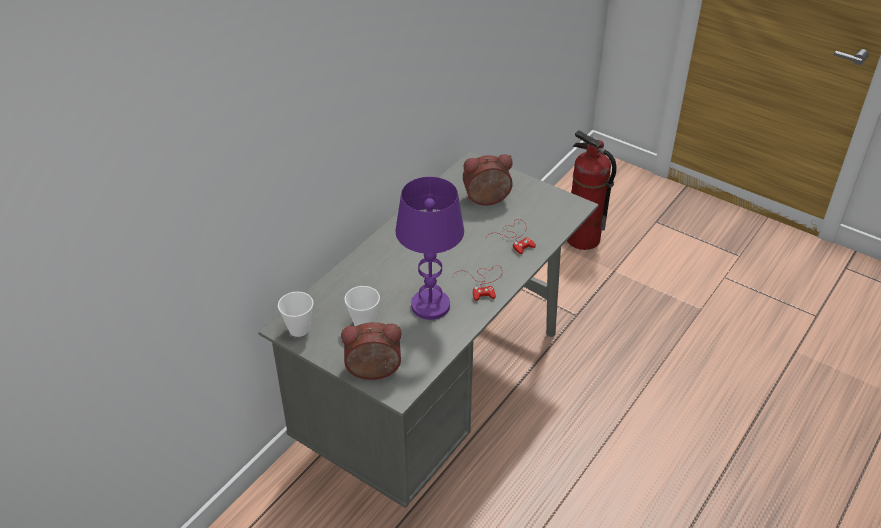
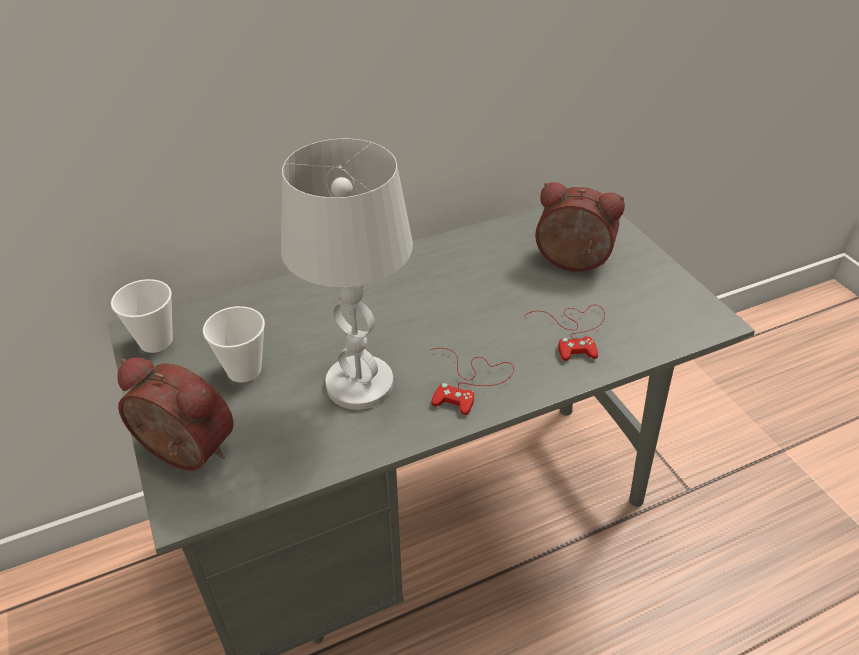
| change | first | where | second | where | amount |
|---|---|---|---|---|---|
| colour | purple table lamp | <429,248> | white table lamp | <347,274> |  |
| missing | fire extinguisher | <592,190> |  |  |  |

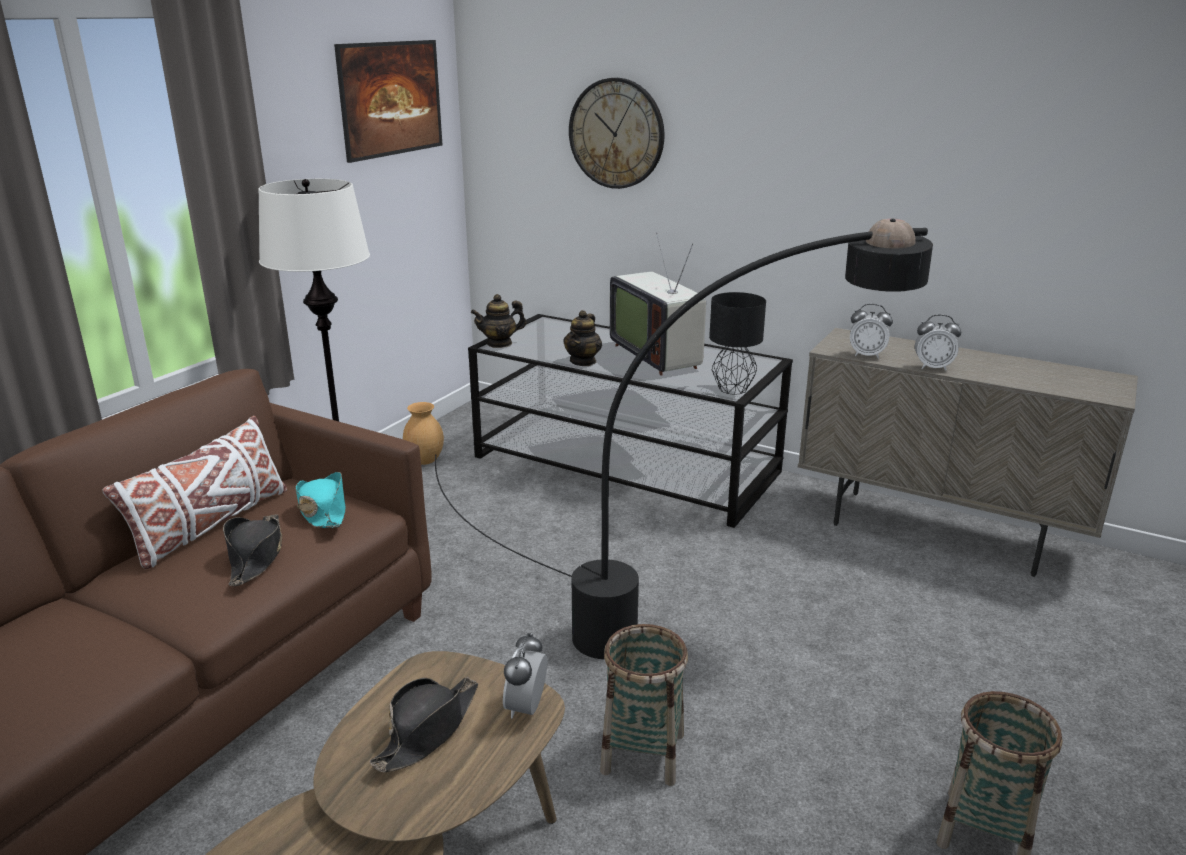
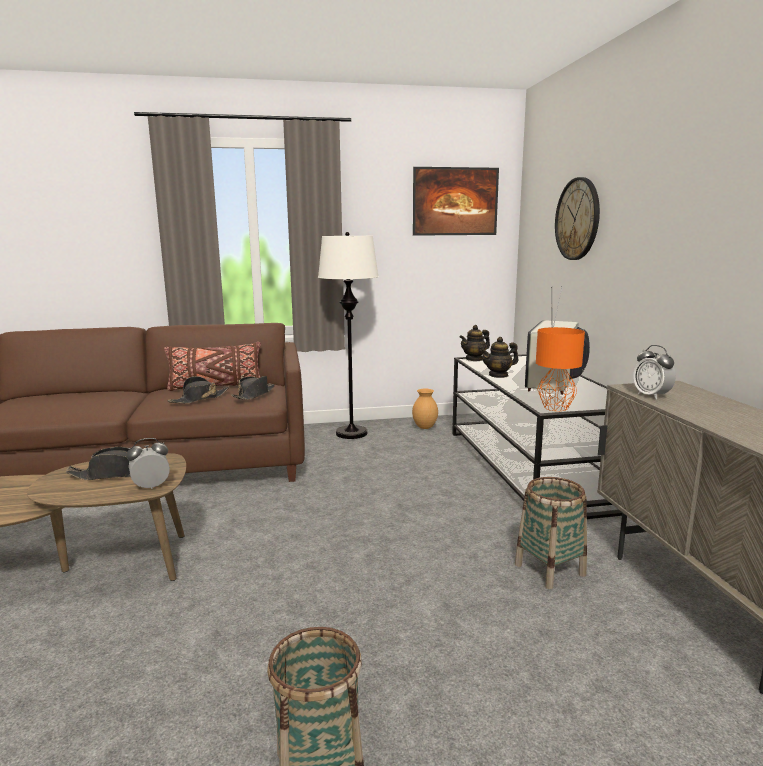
| change | first | where | second | where | amount |
|---|---|---|---|---|---|
| colour | white pillow | <194,492> | brown pillow | <212,366> |  |
| colour | turquoise hat | <320,500> | black hat | <253,388> |  |
| missing | black floor lamp | <684,438> |  |  |  |
| spun | teapot | <498,321> |  | <475,343> | 60 degrees counterclockwise |
| relocated | basket | <644,705> |  | <551,533> |  |
| colour | black table lamp | <737,343> | orange table lamp | <560,369> |  |
| missing | alarm clock | <938,342> |  |  |  |

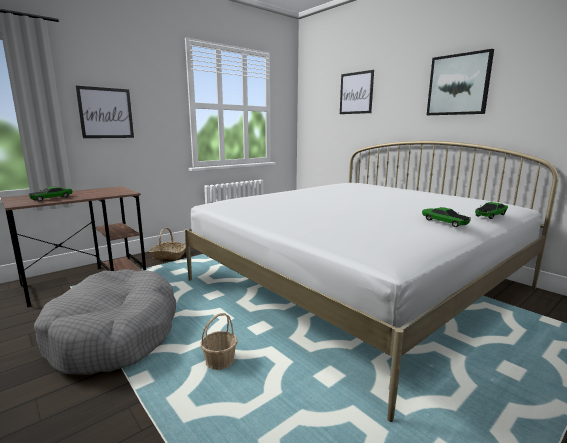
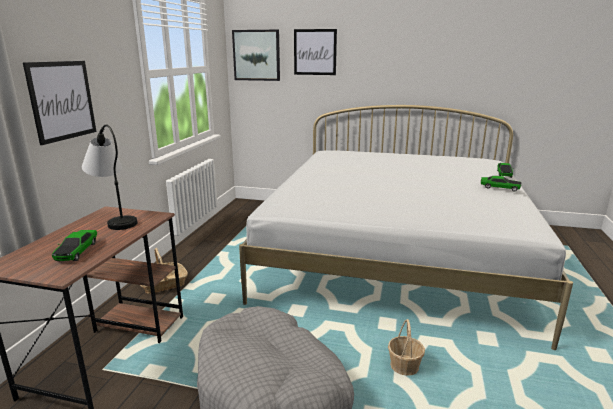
| change | first | where | second | where | amount |
|---|---|---|---|---|---|
| relocated | picture | <460,82> |  | <256,55> |  |
| appeared |  |  | table lamp | <109,177> |  |

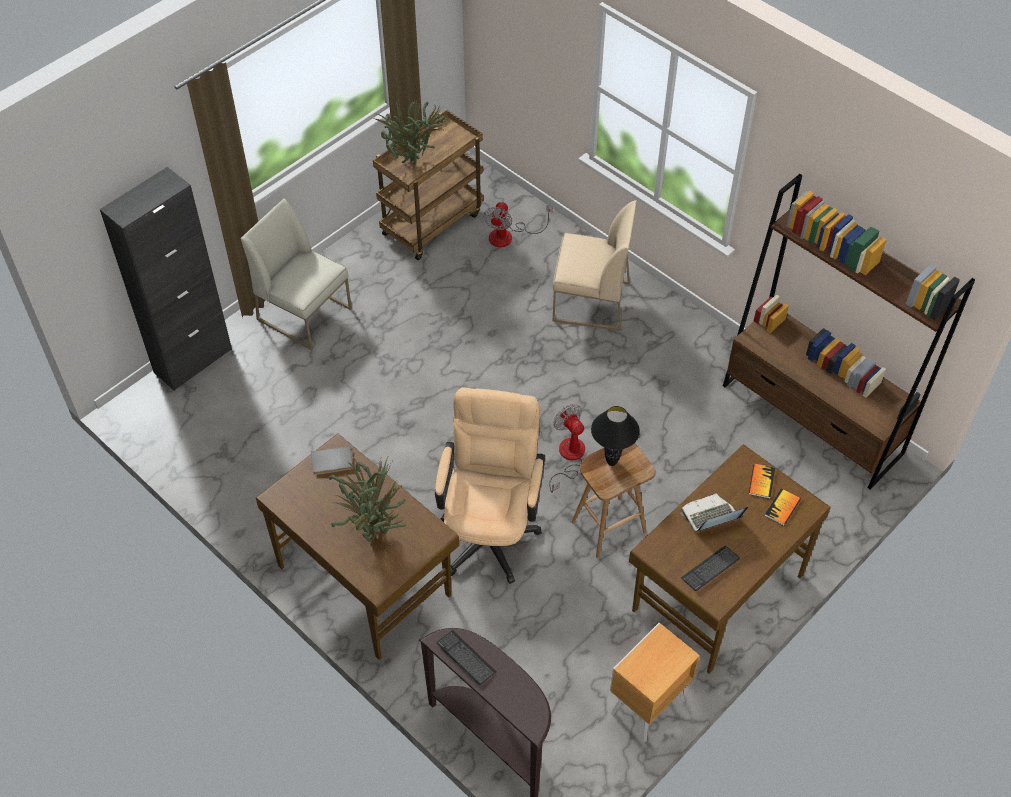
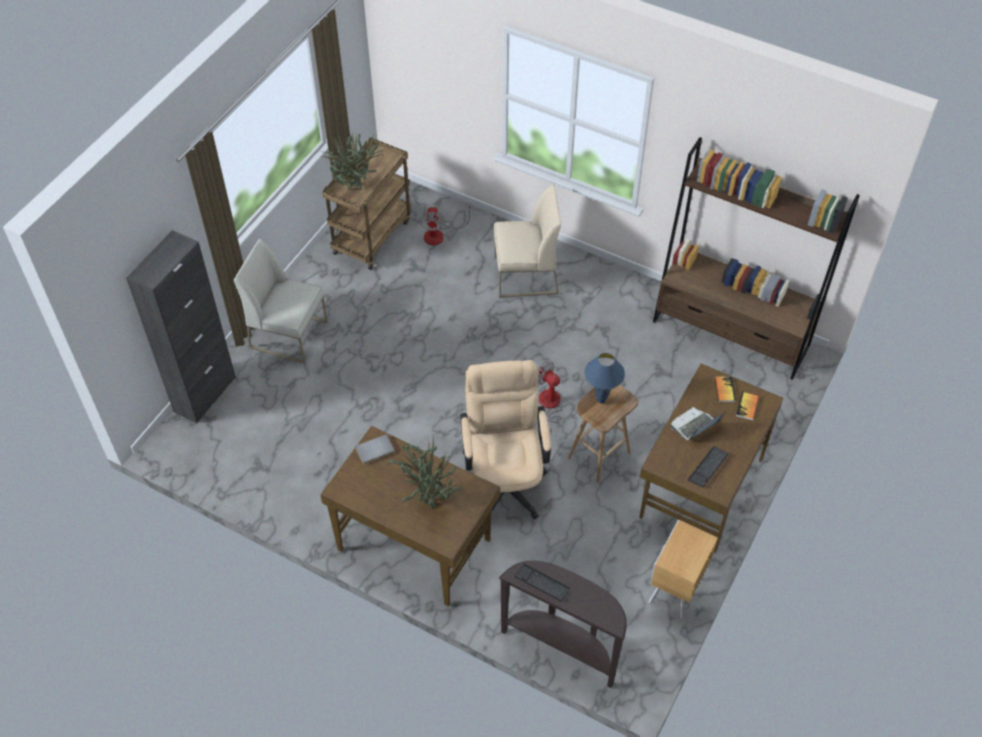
| change | first | where | second | where | amount |
|---|---|---|---|---|---|
| colour | black table lamp | <615,436> | blue table lamp | <605,378> |  |

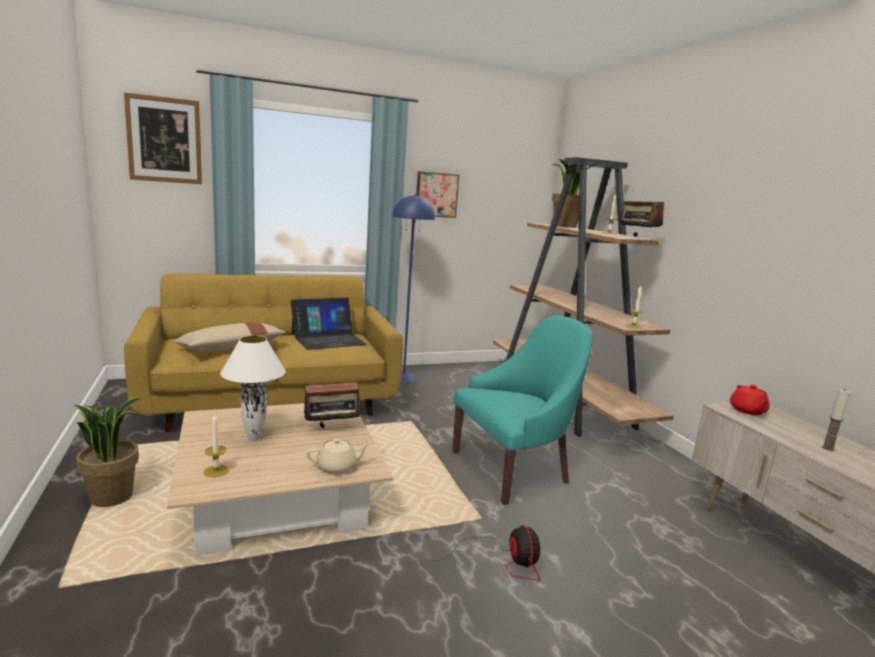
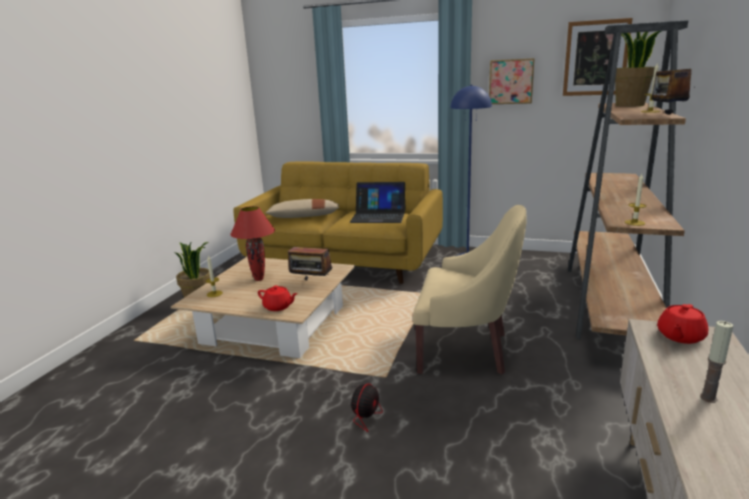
| change | first | where | second | where | amount |
|---|---|---|---|---|---|
| relocated | picture | <163,138> |  | <598,57> |  |
| colour | white table lamp | <253,388> | red table lamp | <253,243> |  |
| colour | beige teapot | <338,456> | red teapot | <278,298> |  |
| colour | turquoise armchair | <522,410> | beige armchair | <470,289> |  |

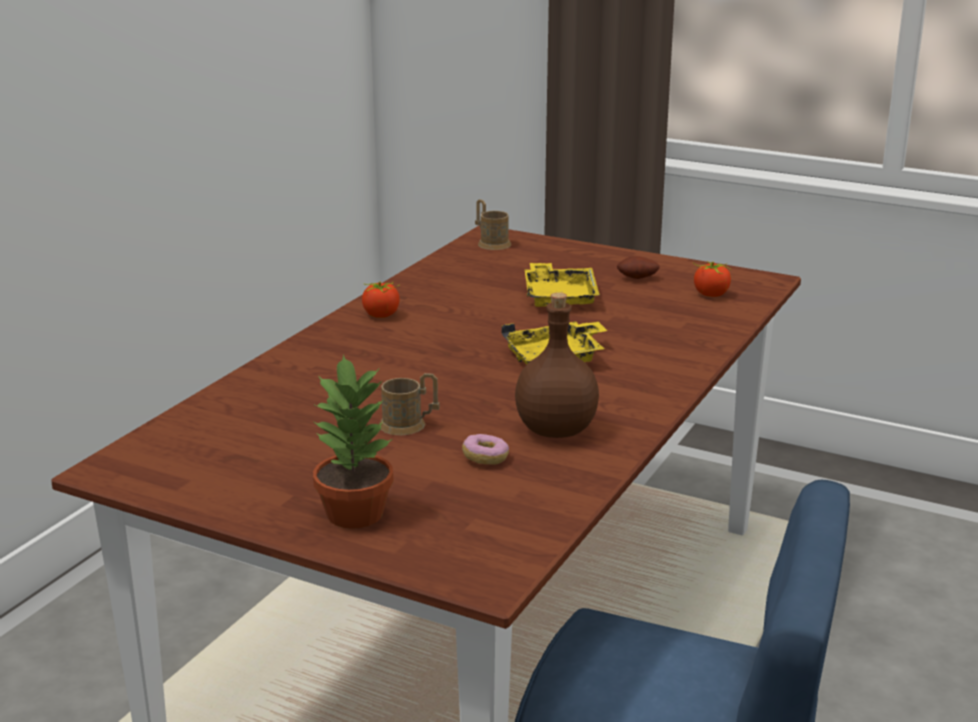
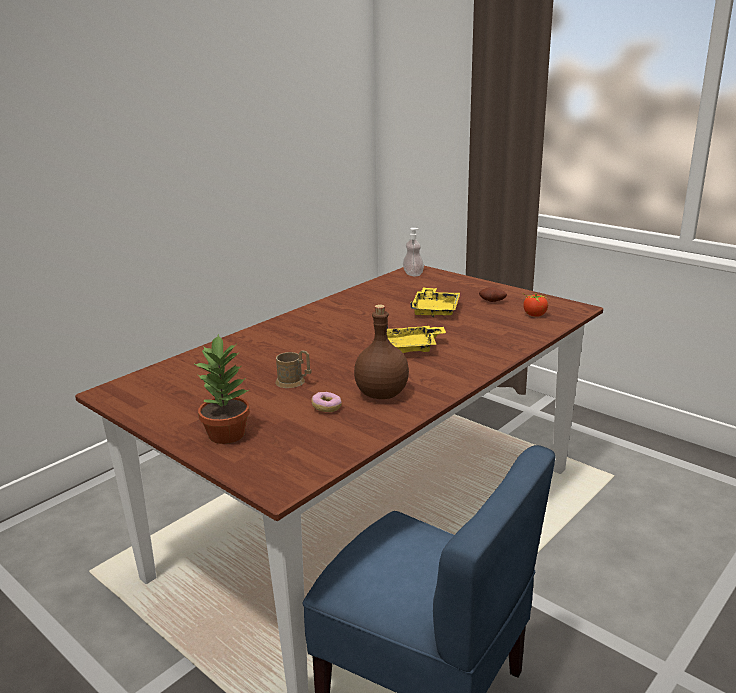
| change | first | where | second | where | amount |
|---|---|---|---|---|---|
| missing | tomato | <381,300> |  |  |  |
| exchanged | brown mug | <493,224> | soap dispenser | <413,252> |  |

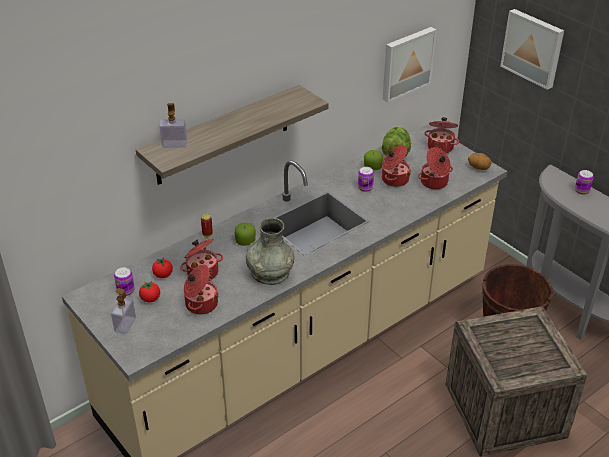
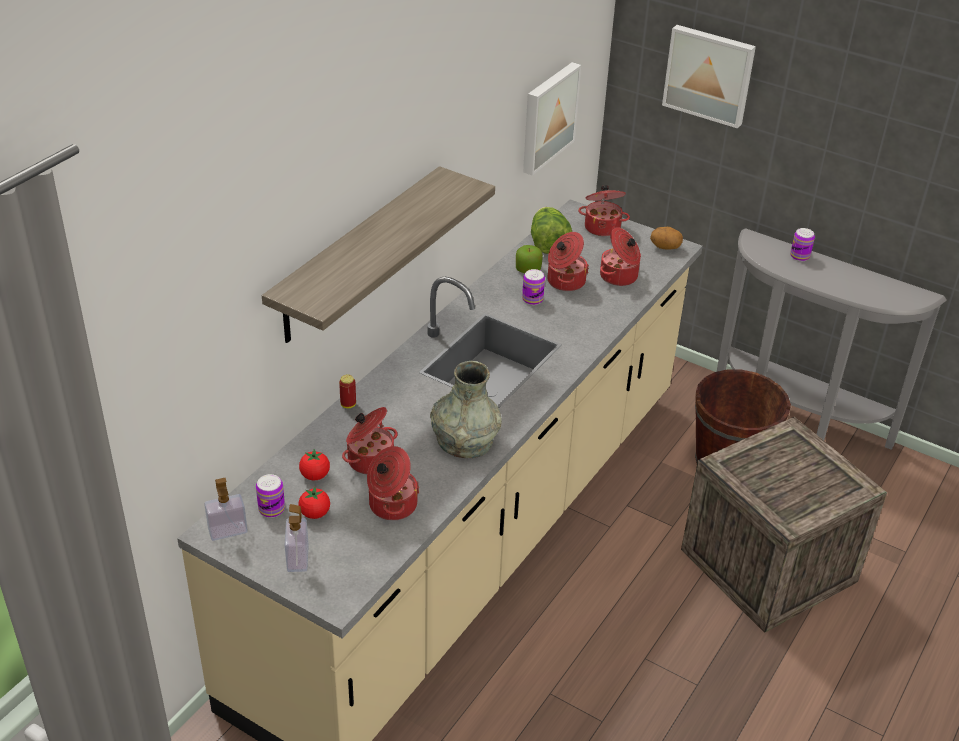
| change | first | where | second | where | amount |
|---|---|---|---|---|---|
| relocated | soap dispenser | <173,125> |  | <226,509> |  |
| missing | apple | <245,234> |  |  |  |

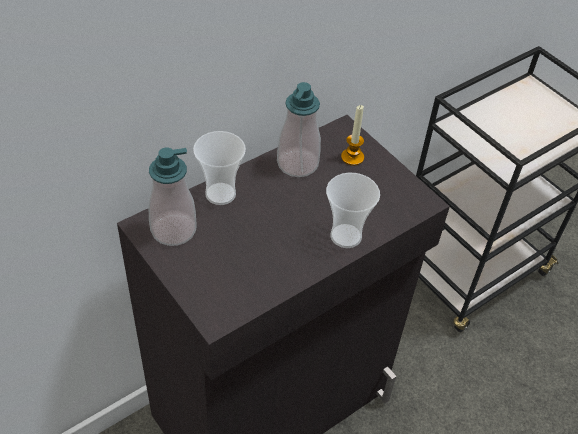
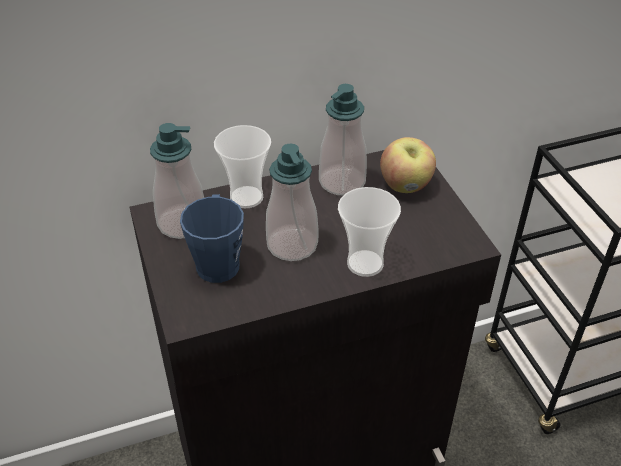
| change | first | where | second | where | amount |
|---|---|---|---|---|---|
| exchanged | candle | <352,135> | apple | <408,165> |  |
| appeared |  |  | blue mug | <212,238> |  |
| appeared |  |  | soap dispenser | <292,202> |  |

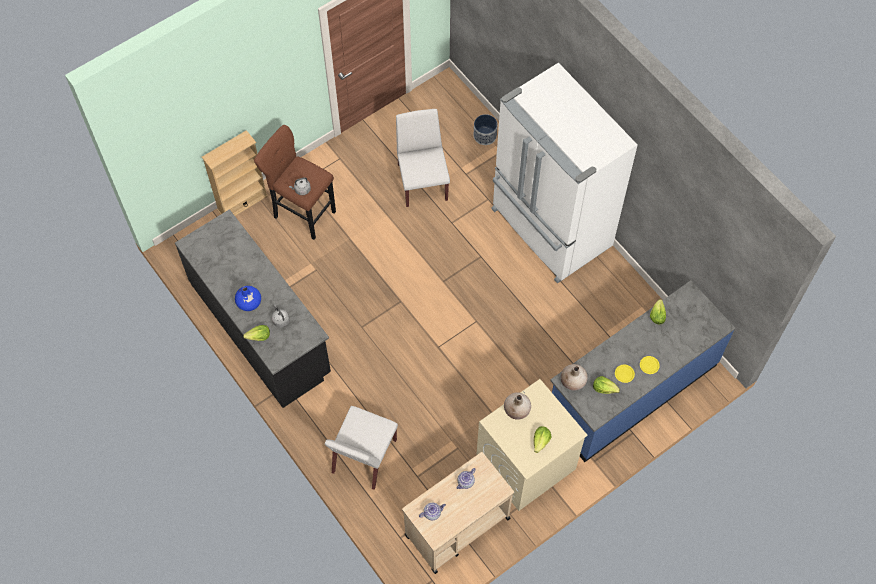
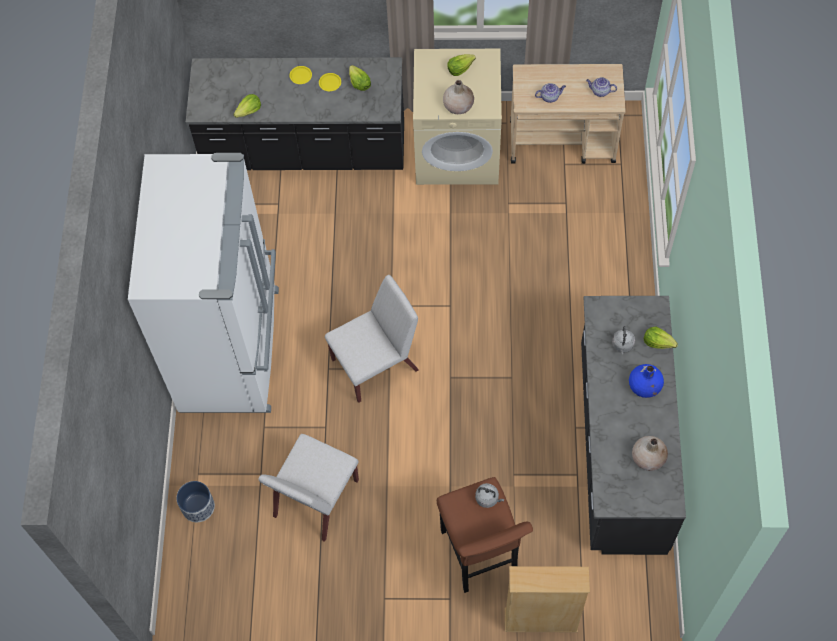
| change | first | where | second | where | amount |
|---|---|---|---|---|---|
| relocated | white chair | <361,448> |  | <371,339> |  |
| colour | blue counter | <642,371> | black counter | <295,113> |  |
| relocated | beige vase | <574,377> |  | <650,453> |  |

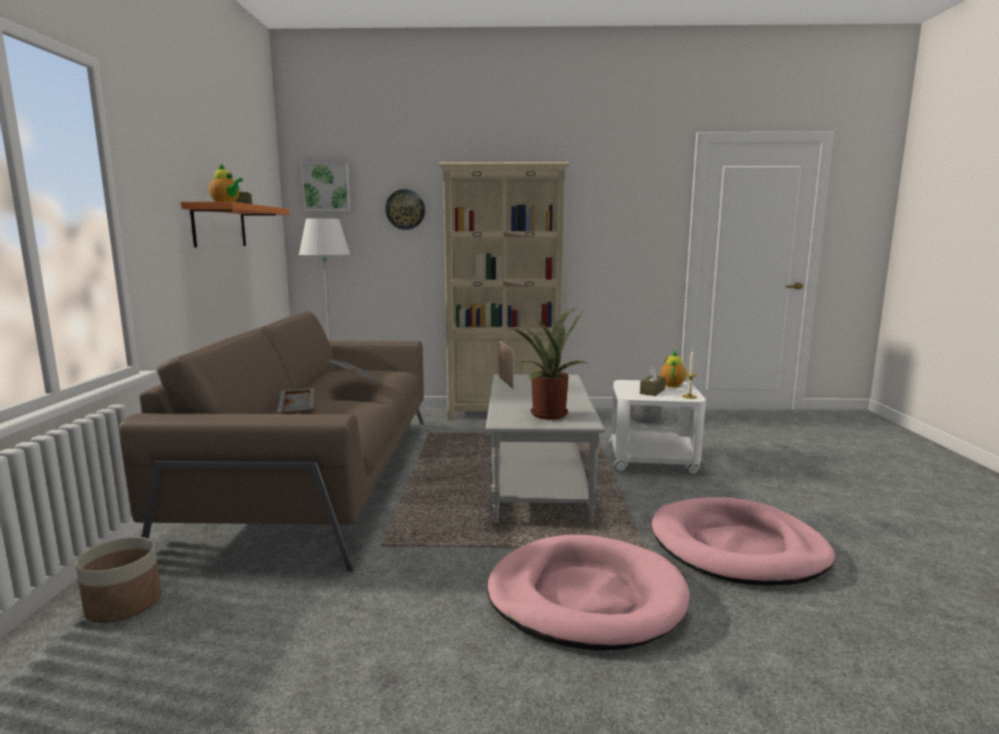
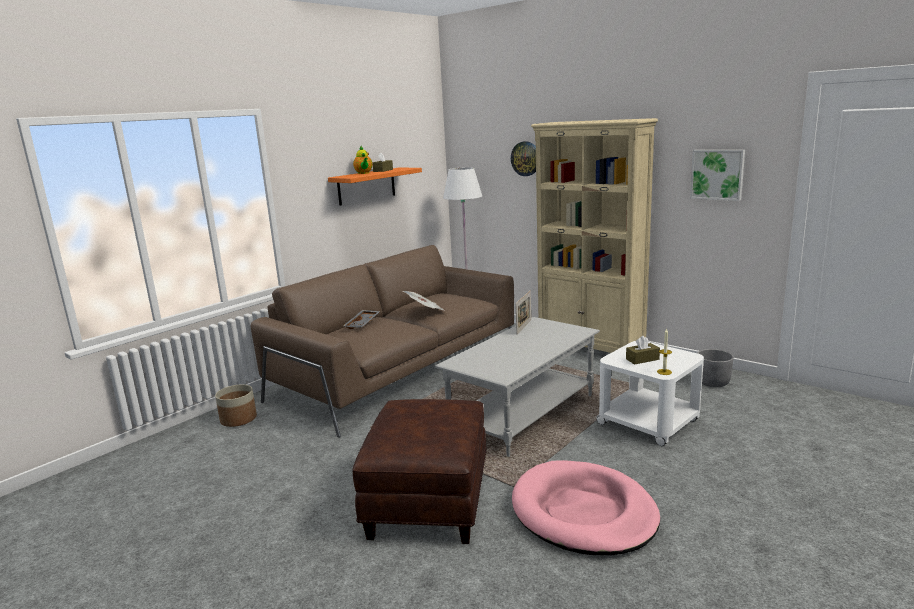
| change | first | where | second | where | amount |
|---|---|---|---|---|---|
| relocated | picture | <326,187> |  | <717,175> |  |
| exchanged | pink dog bed | <588,593> | brown ottoman | <419,471> |  |
| missing | potted plant | <547,363> |  |  |  |
| missing | teapot | <673,369> |  |  |  |

